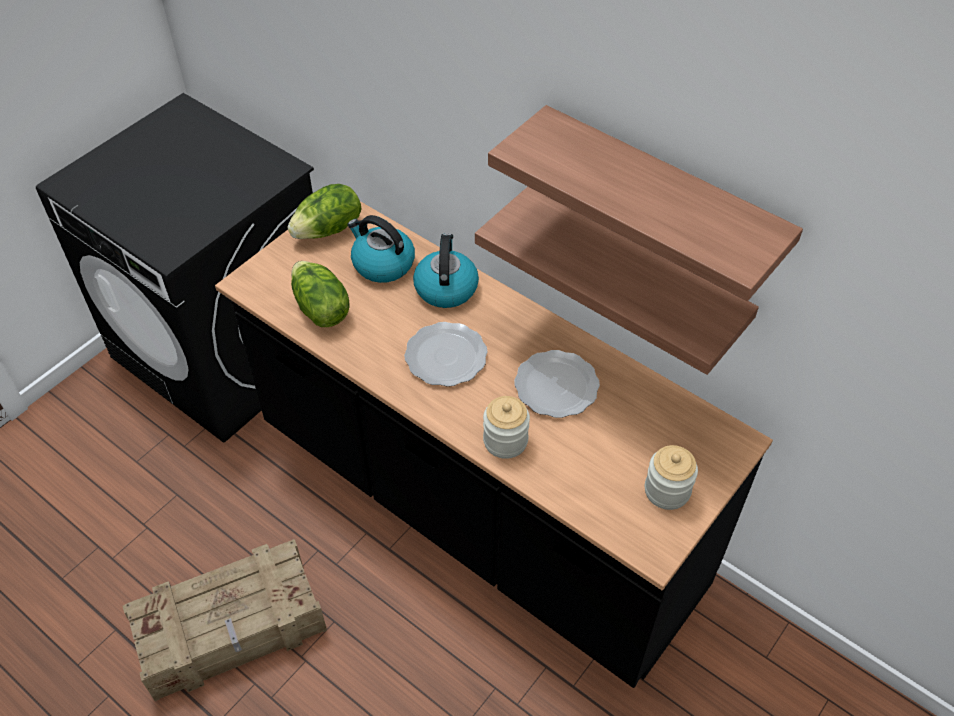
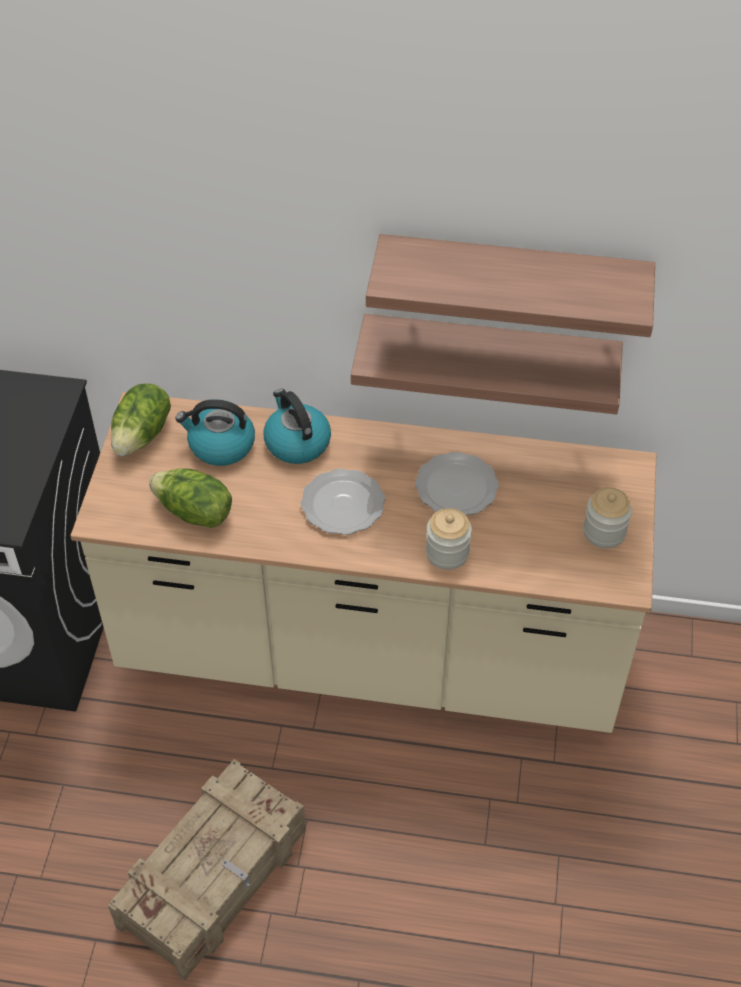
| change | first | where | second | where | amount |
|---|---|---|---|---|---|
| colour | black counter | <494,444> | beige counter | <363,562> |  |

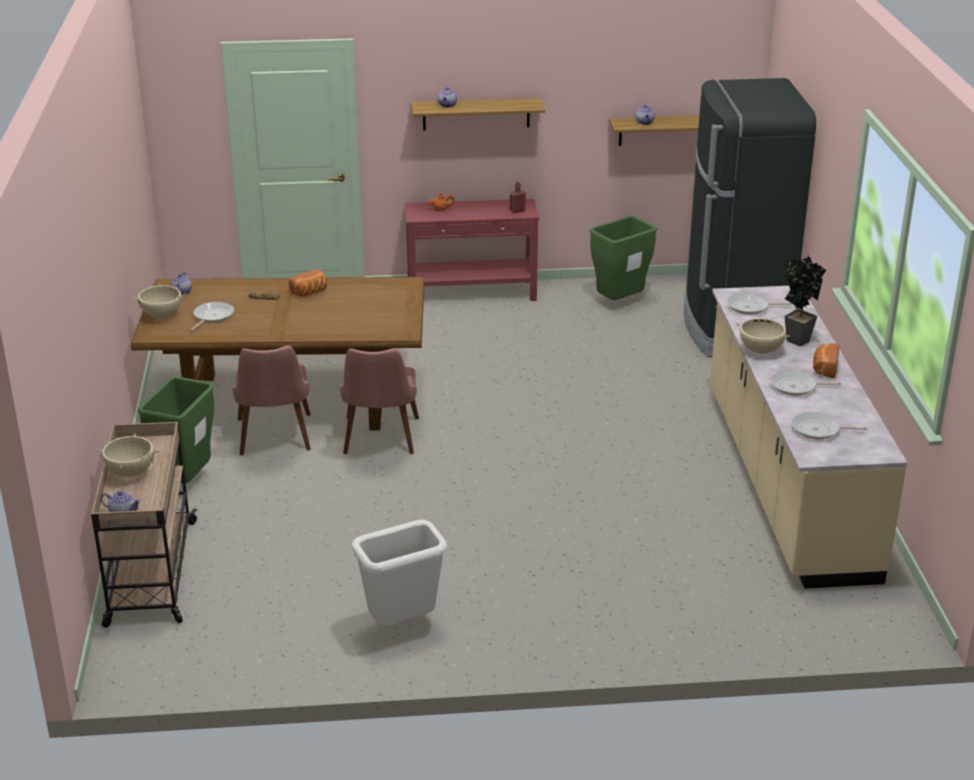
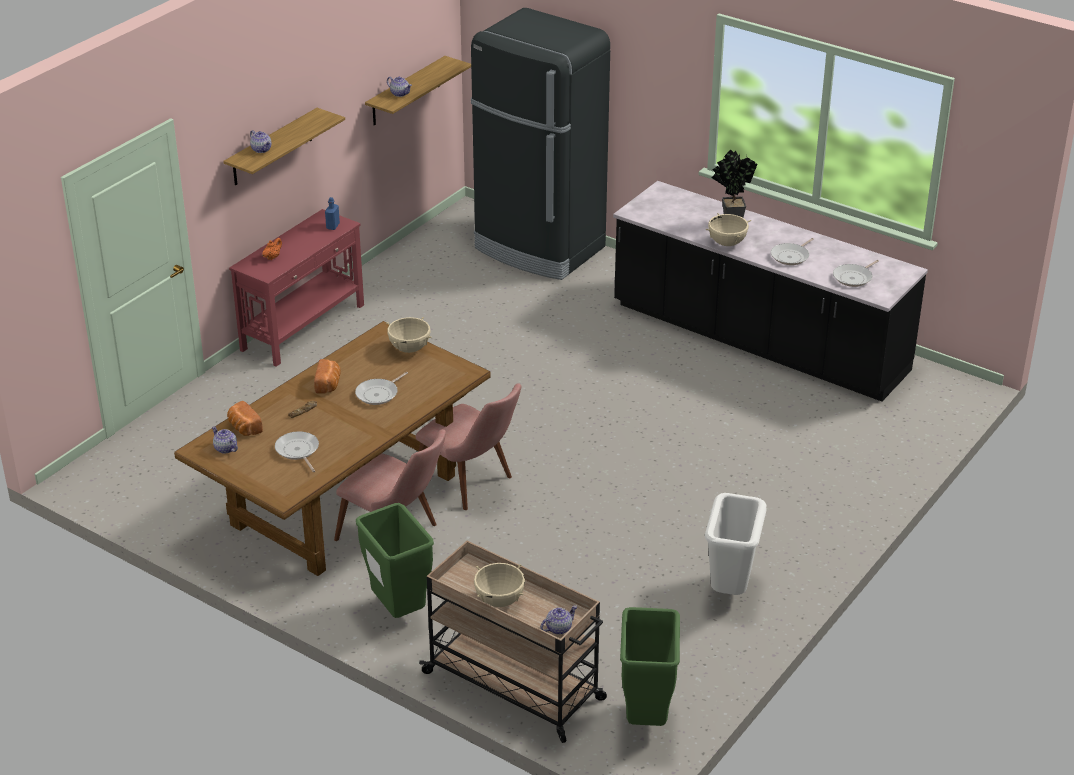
| change | first | where | second | where | amount |
|---|---|---|---|---|---|
| relocated | beige cooking pot | <159,301> |  | <409,335> |  |
| colour | red bottle | <518,197> | blue bottle | <332,213> |  |
| relocated | green trash can | <623,258> |  | <650,666> |  |
| colour | beige counter | <808,437> | black counter | <770,291> |  |
| relocated | frying pan | <759,303> |  | <381,388> |  |
| relocated | bread | <826,361> |  | <245,418> |  |

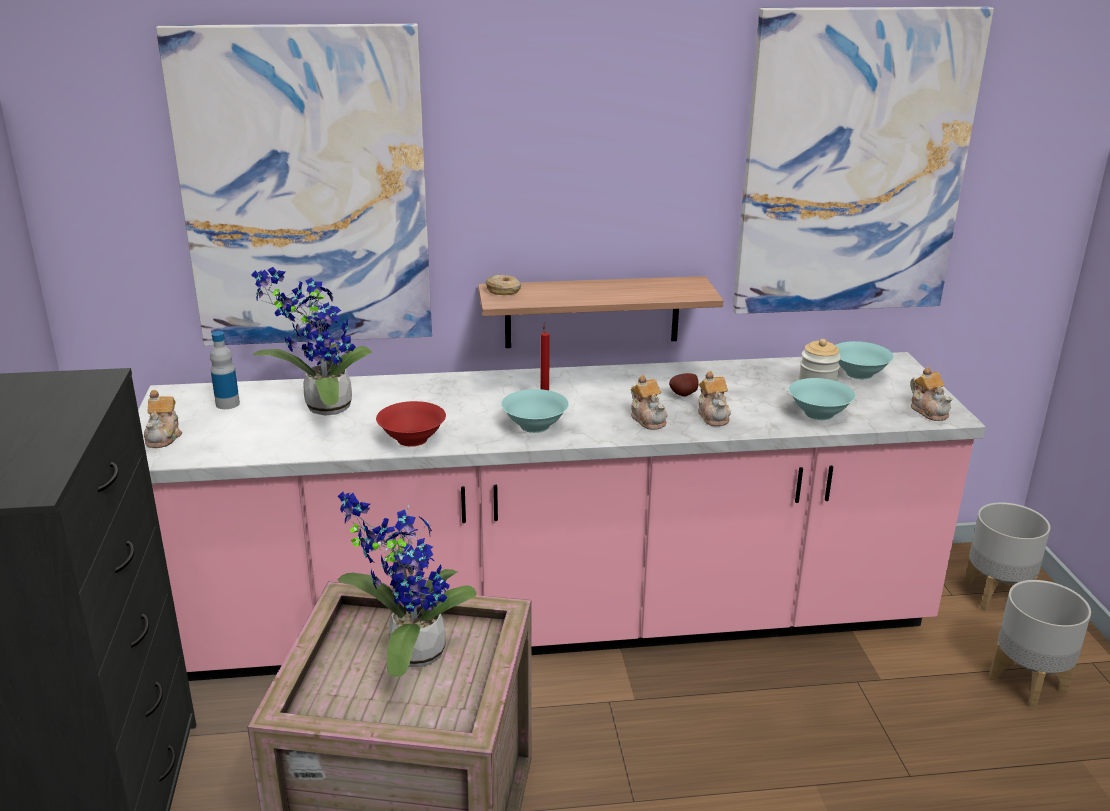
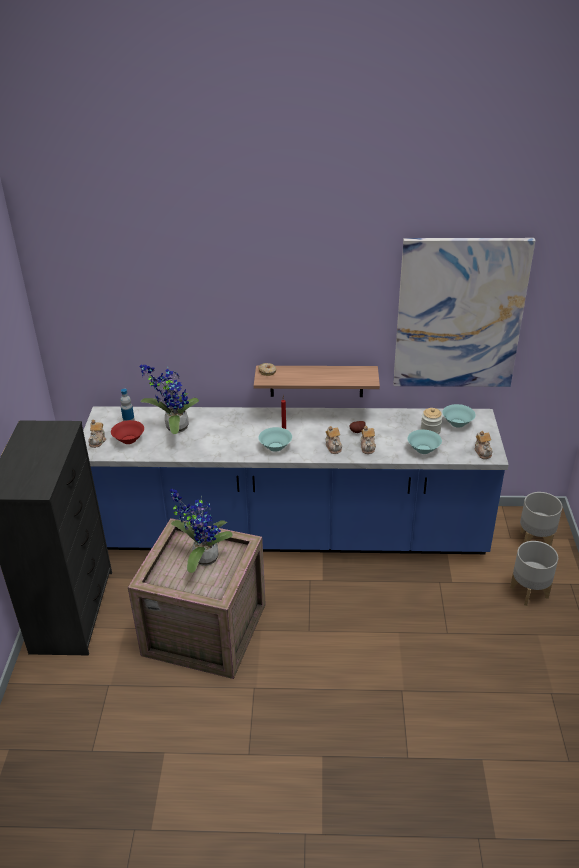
| change | first | where | second | where | amount |
|---|---|---|---|---|---|
| colour | pink counter | <561,516> | blue counter | <296,480> |  |
| missing | picture | <294,185> |  |  |  |
| relocated | red bowl | <411,424> |  | <127,432> |  |

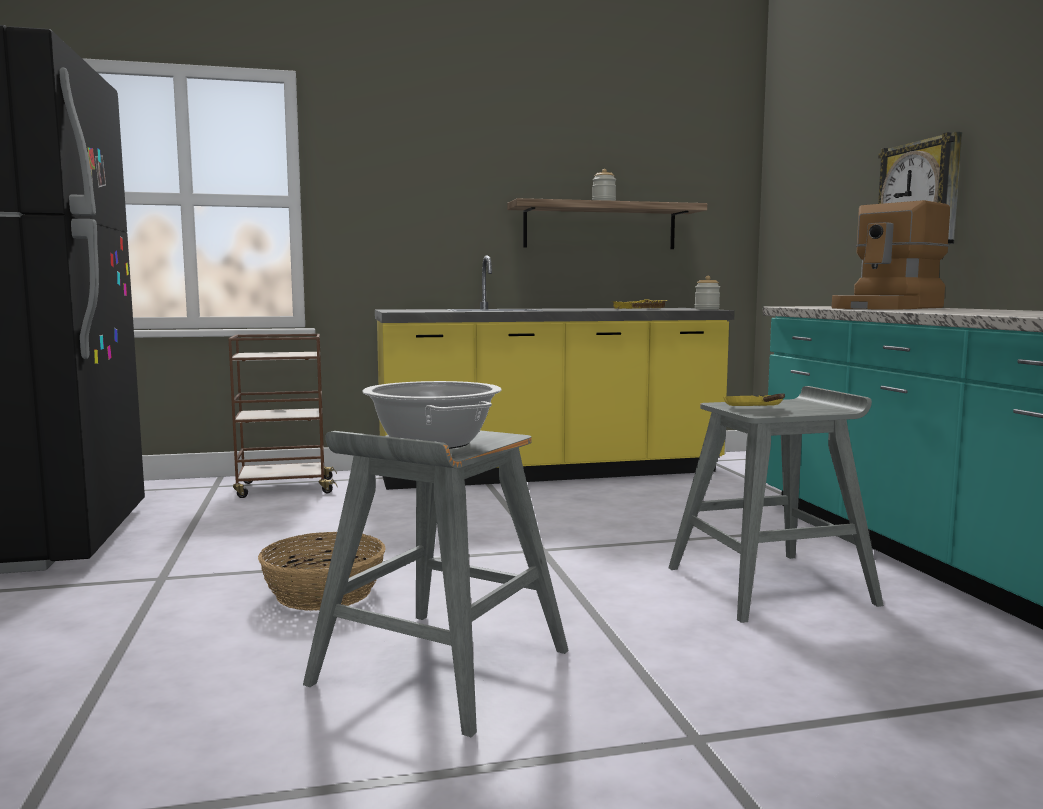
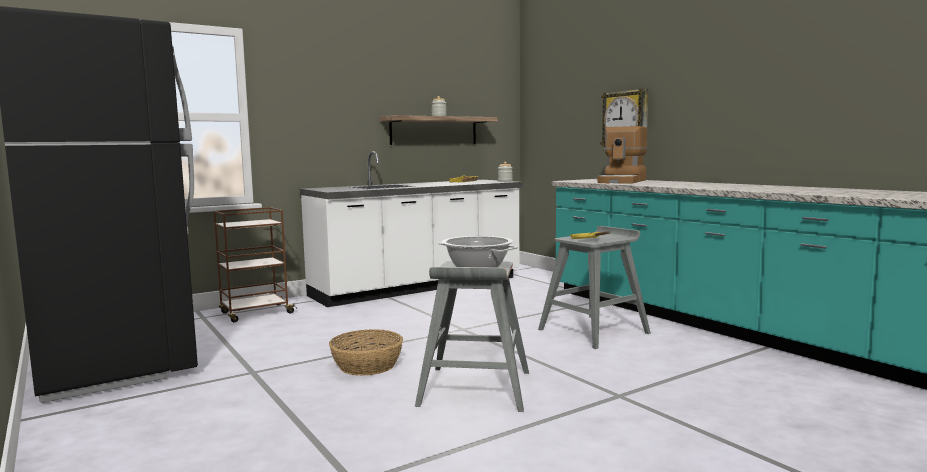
| change | first | where | second | where | amount |
|---|---|---|---|---|---|
| colour | yellow counter | <555,373> | white counter | <411,229> |  |

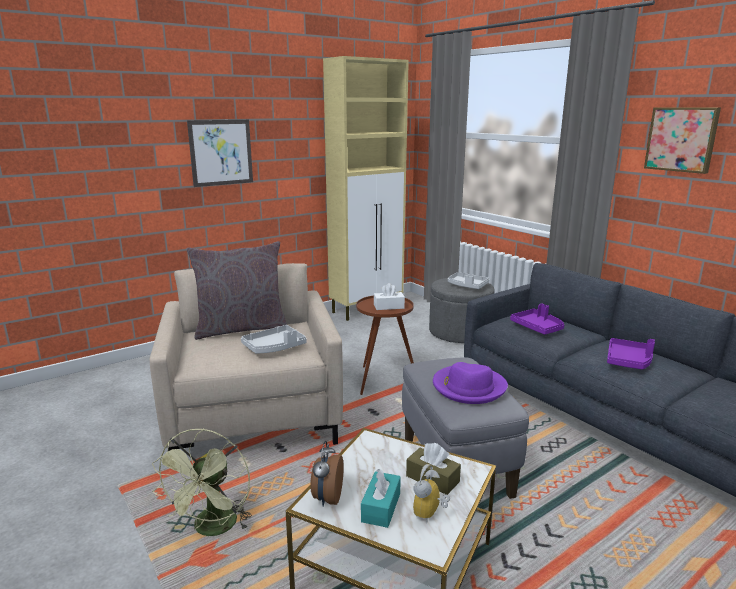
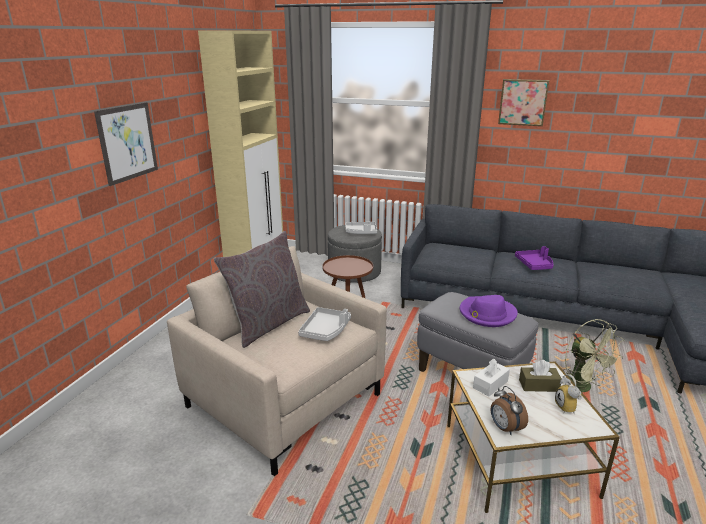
| change | first | where | second | where | amount |
|---|---|---|---|---|---|
| relocated | green fan | <202,482> |  | <593,355> |  |
| missing | turquoise tissue box | <381,498> |  |  |  |
| relocated | white tissue box | <389,296> |  | <491,377> |  |
| missing | purple tray | <537,319> |  |  |  |

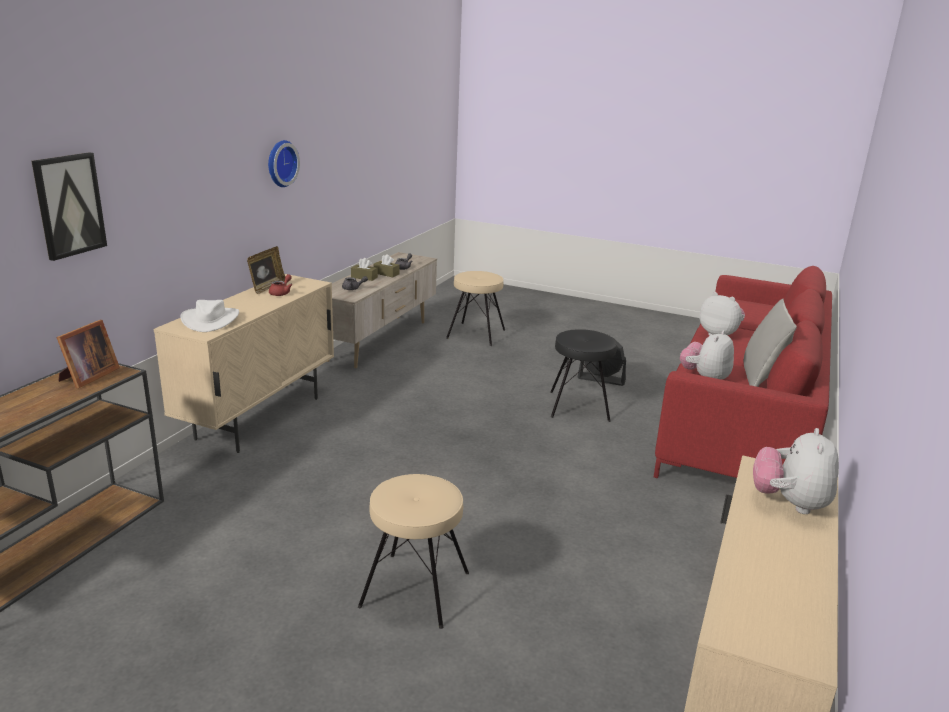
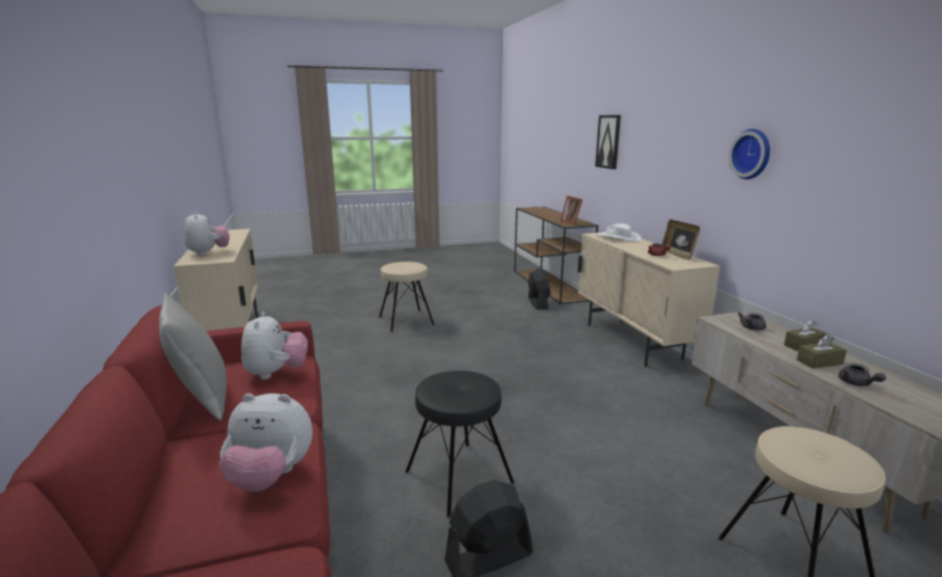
| change | first | where | second | where | amount |
|---|---|---|---|---|---|
| appeared |  |  | black fan | <539,288> |  |

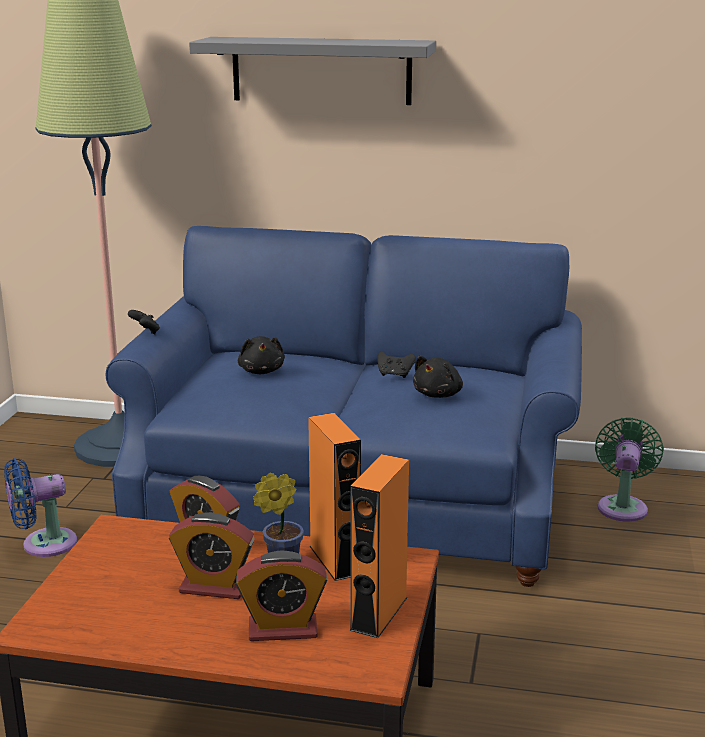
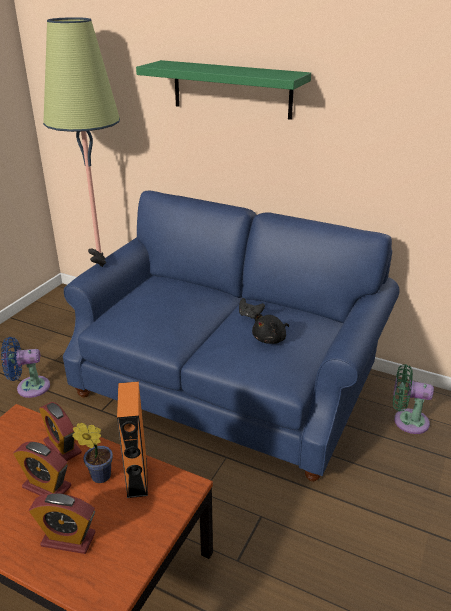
| change | first | where | second | where | amount |
|---|---|---|---|---|---|
| colour | grey shelf | <312,71> | green shelf | <223,90> |  |
| missing | black plush toy | <261,355> |  |  |  |
| missing | orange speaker | <379,546> |  |  |  |
| spun | green fan | <629,469> |  | <413,399> | 105 degrees counterclockwise |

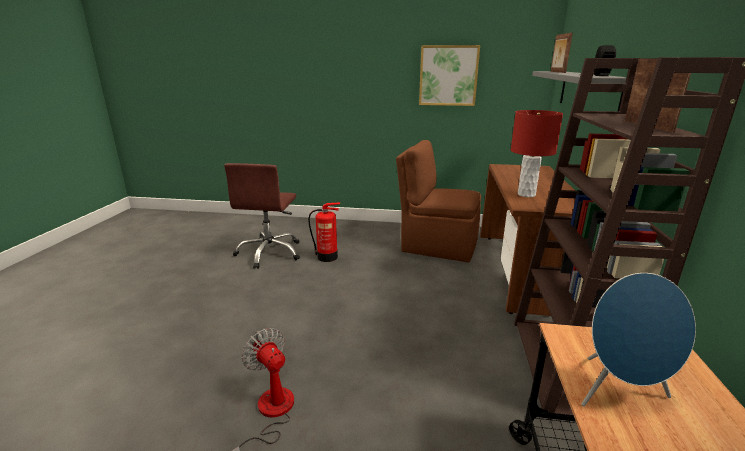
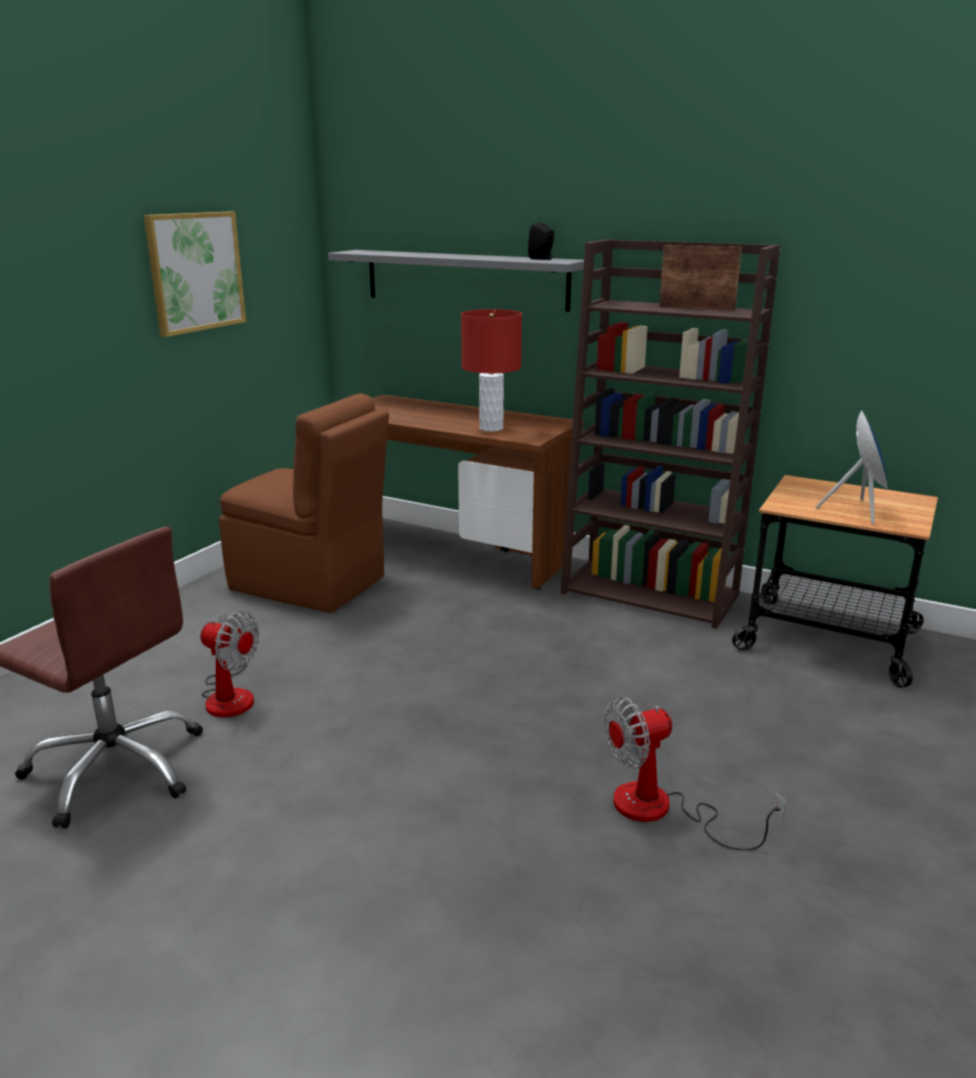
| change | first | where | second | where | amount |
|---|---|---|---|---|---|
| exchanged | fire extinguisher | <324,232> | fan | <229,664> |  |
| spun | brown chair | <438,201> |  | <304,503> | 105 degrees counterclockwise |
| missing | picture frame | <562,52> |  |  |  |

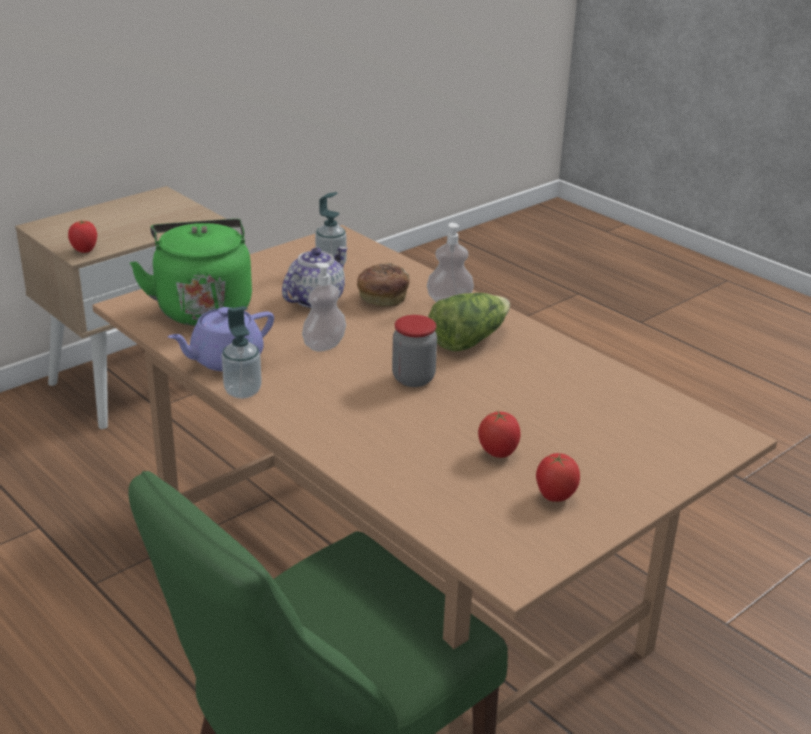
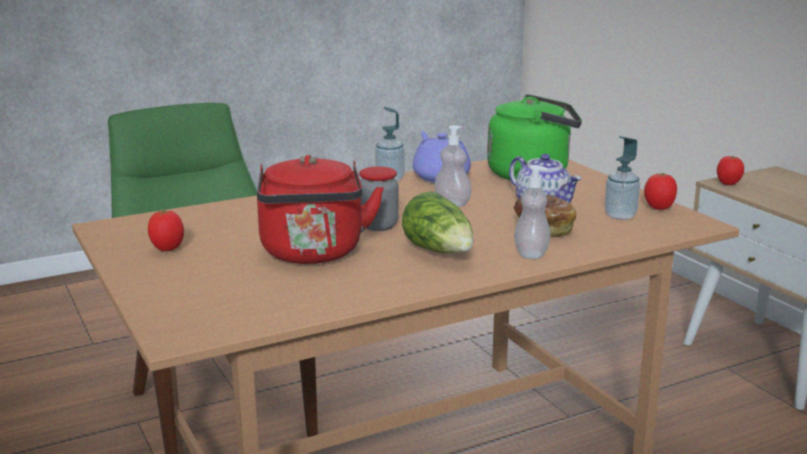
| change | first | where | second | where | amount |
|---|---|---|---|---|---|
| relocated | tomato | <499,434> |  | <660,191> |  |
| appeared |  |  | red kettle | <320,209> |  |

